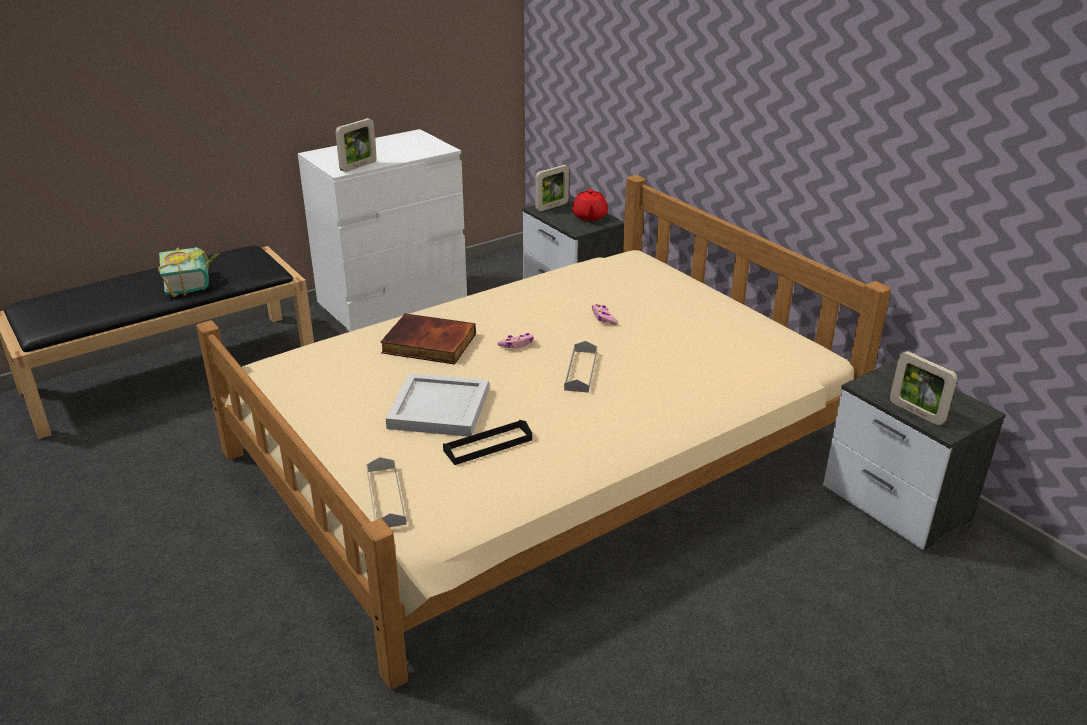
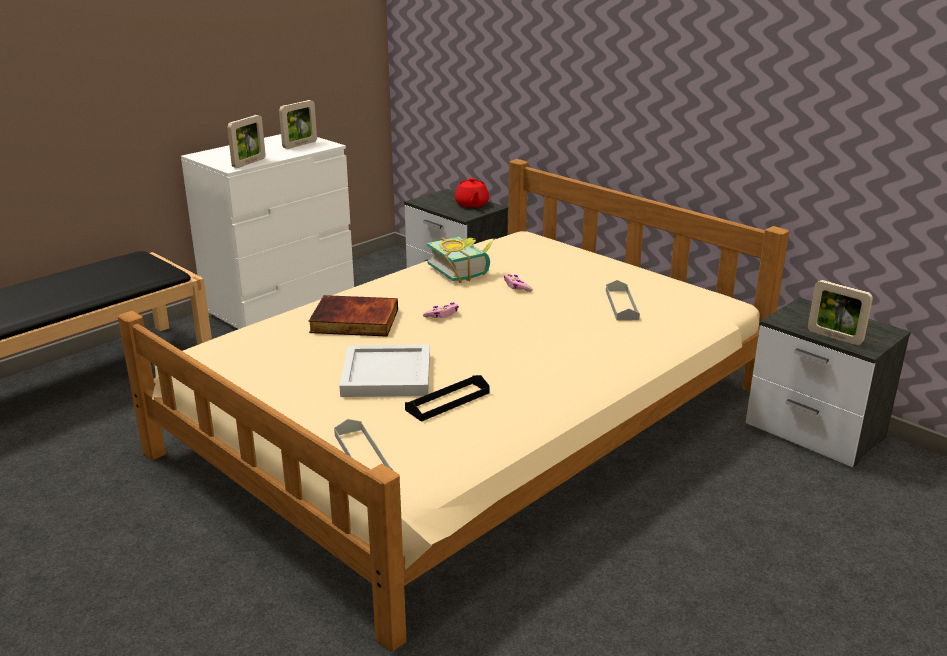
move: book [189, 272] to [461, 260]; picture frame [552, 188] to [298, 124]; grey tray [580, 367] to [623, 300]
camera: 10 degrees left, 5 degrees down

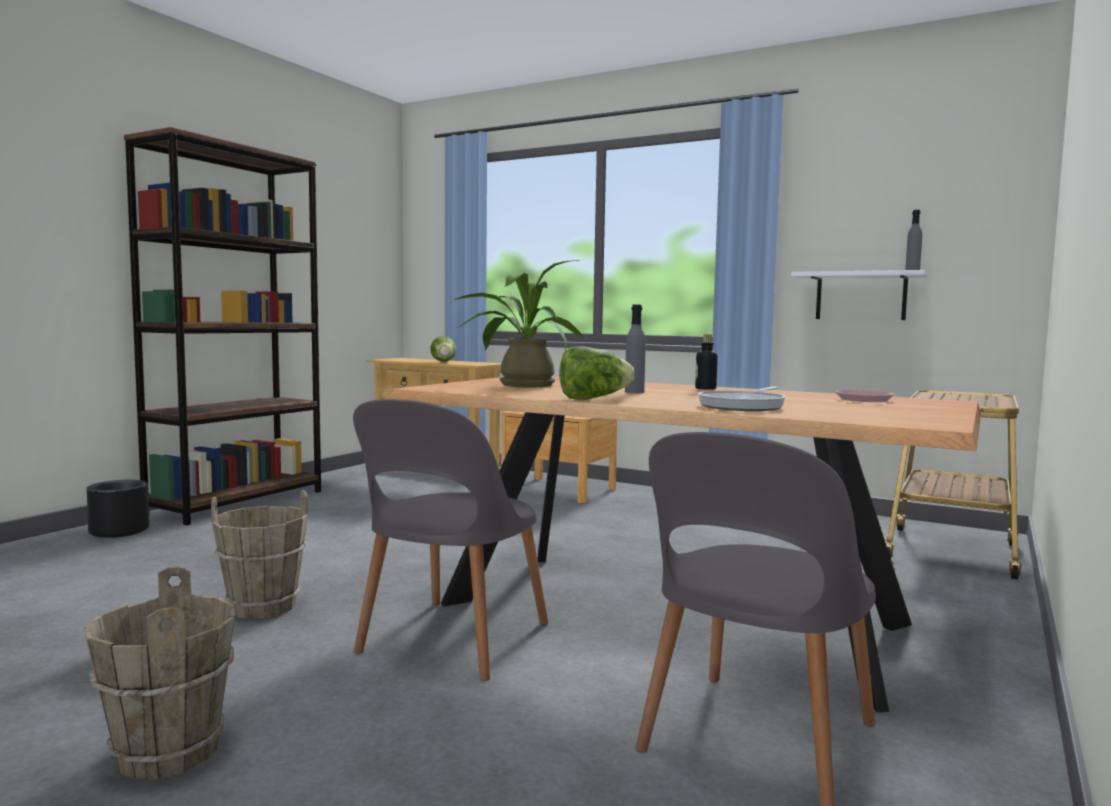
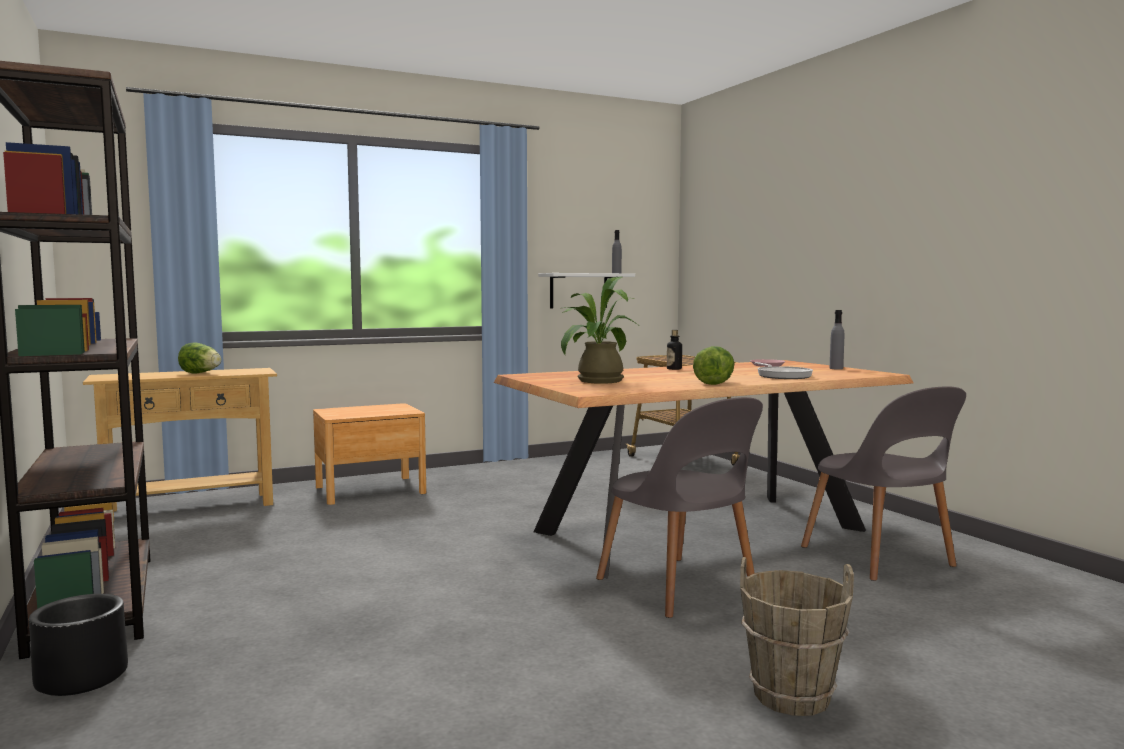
delete: brown bucket [259, 554]
move: grey bottle [635, 349] to [837, 340]
camera: 55 degrees left, 0 degrees up

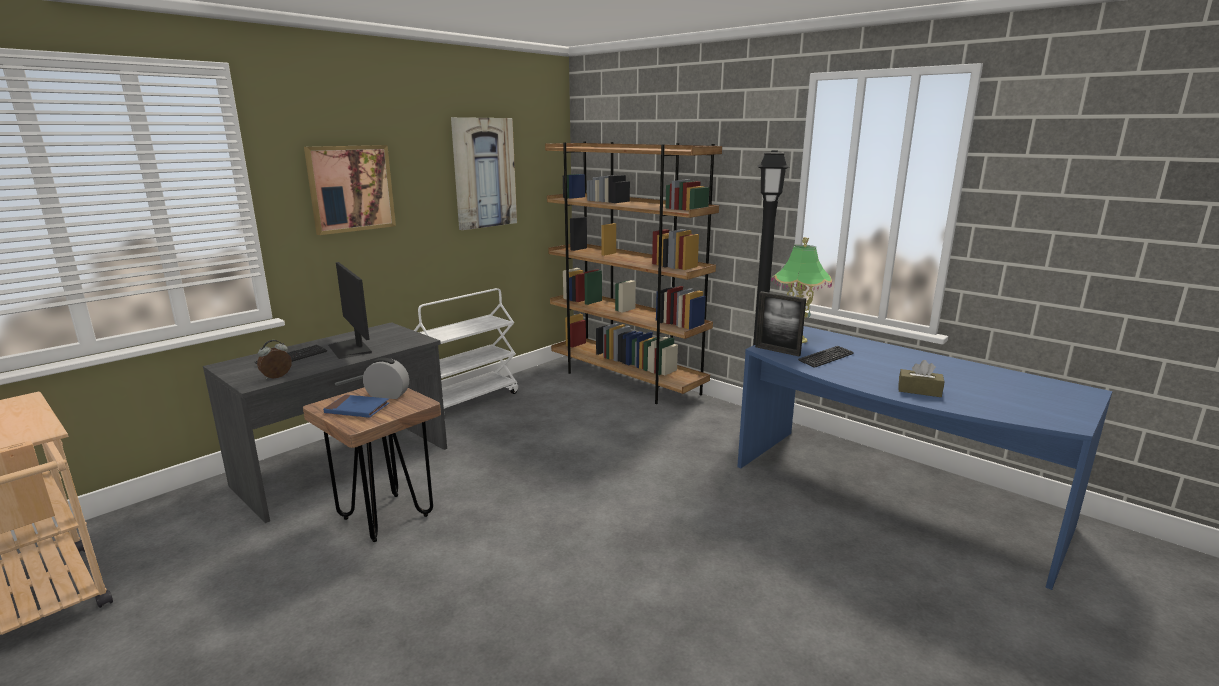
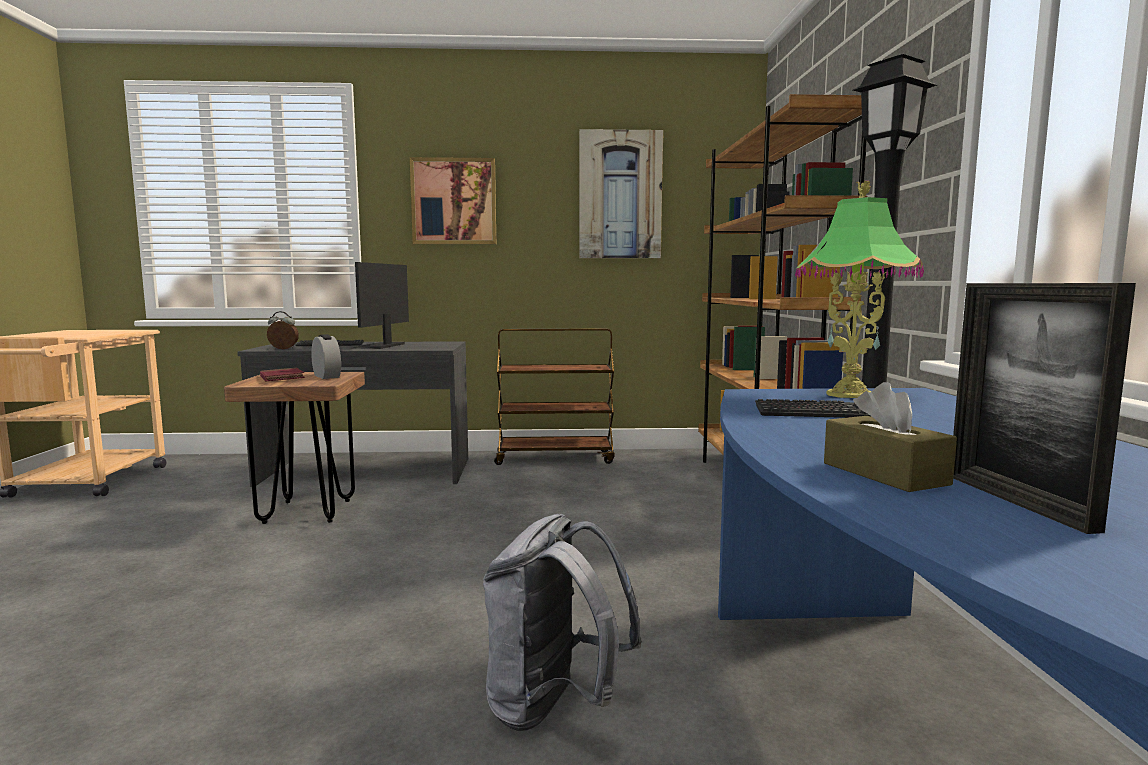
insert: grey backpack [562, 622]
move: picture frame [780, 323] to [1044, 408]
recolor: blue book [356, 406] to red book [282, 374]; white cart [466, 351] to brown cart [554, 397]
camera: 45 degrees right, 10 degrees down

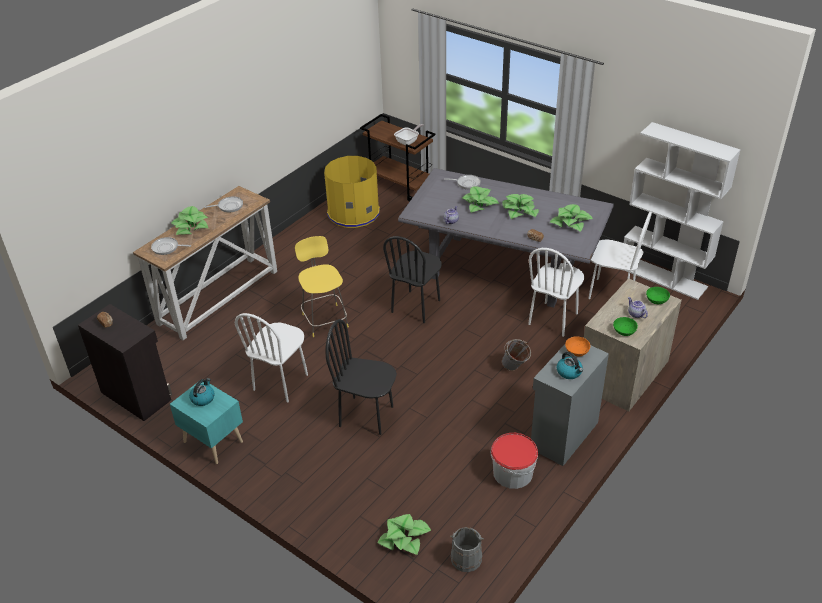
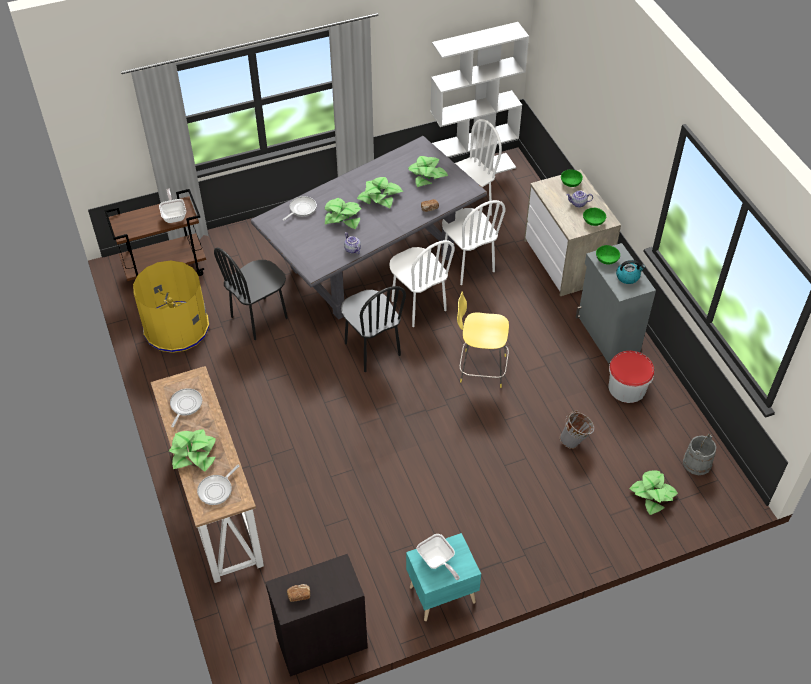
move: white chair [271, 358] to [422, 283]; yellow stool [322, 286] to [483, 339]; black chair [361, 377] to [251, 293]; grey bucket [516, 355] to [577, 429]
replace: kettle [202, 392] to frying pan [438, 557]
recolor: orange bowl [577, 346] to green bowl [608, 255]
camera: 60 degrees left, 10 degrees up

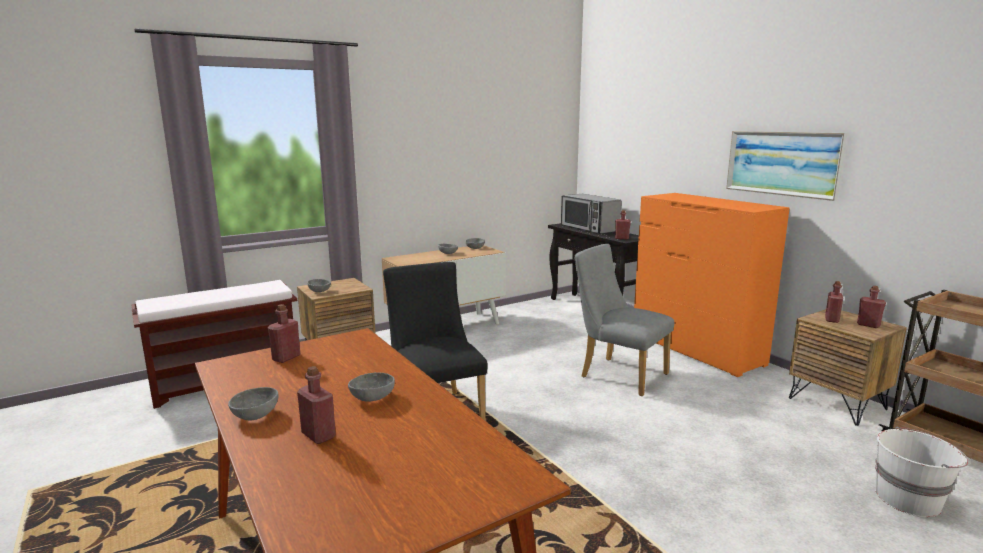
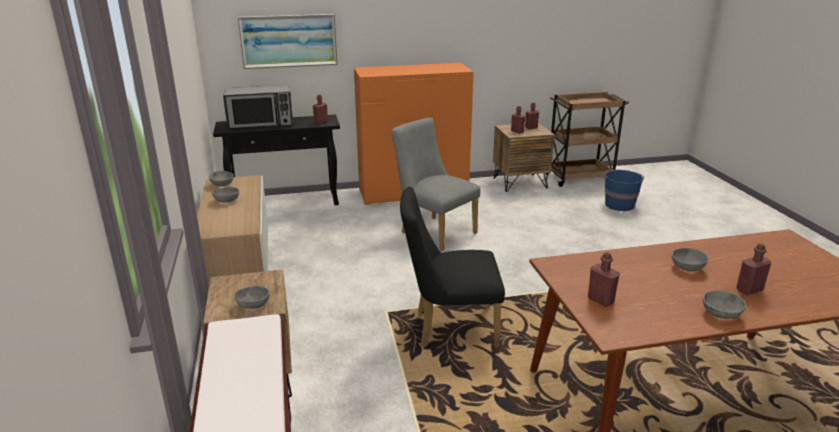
move: picture [786, 166] to [288, 41]
recolor: white bucket [922, 472] to blue bucket [624, 190]
rotate: grey chair [624, 320] = [436, 185] 75 degrees clockwise
camera: 70 degrees left, 10 degrees up

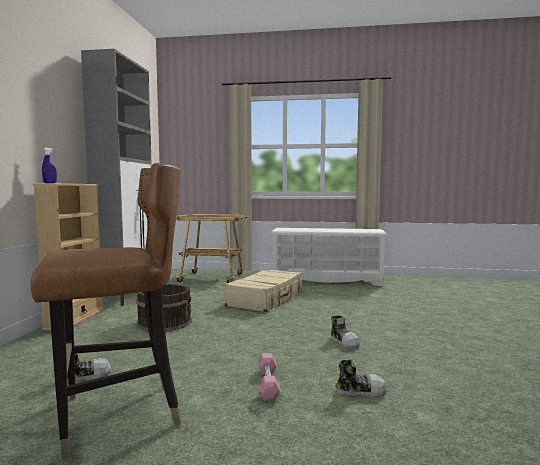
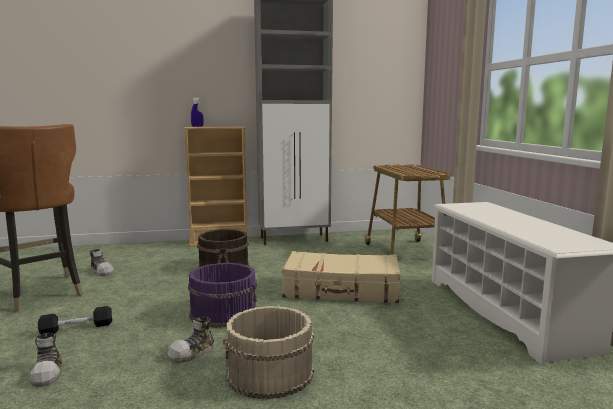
insert: purple bucket [222, 295]; beige bucket [268, 352]
recolor: pink dumbbell [269, 377] to black dumbbell [75, 320]
camera: 70 degrees right, 5 degrees up

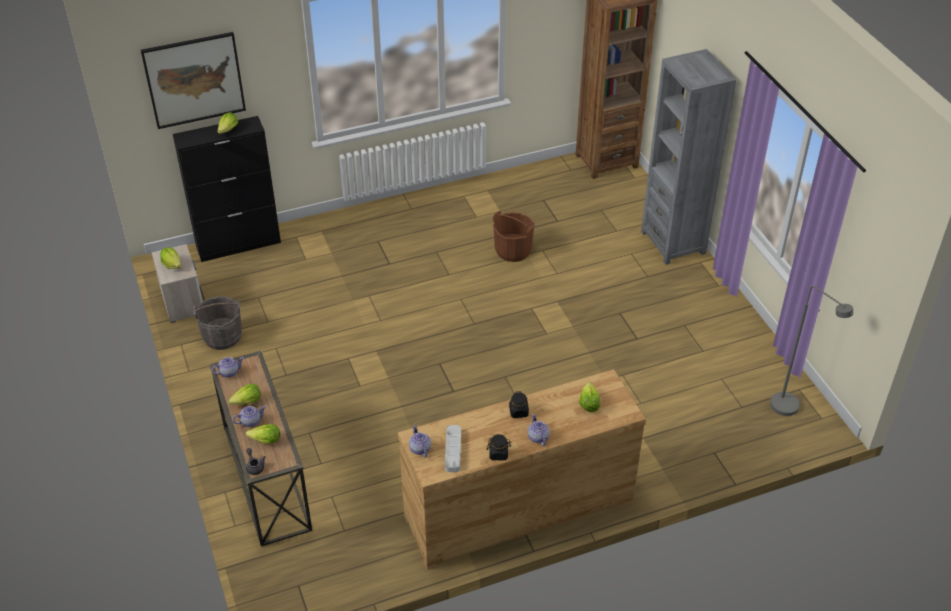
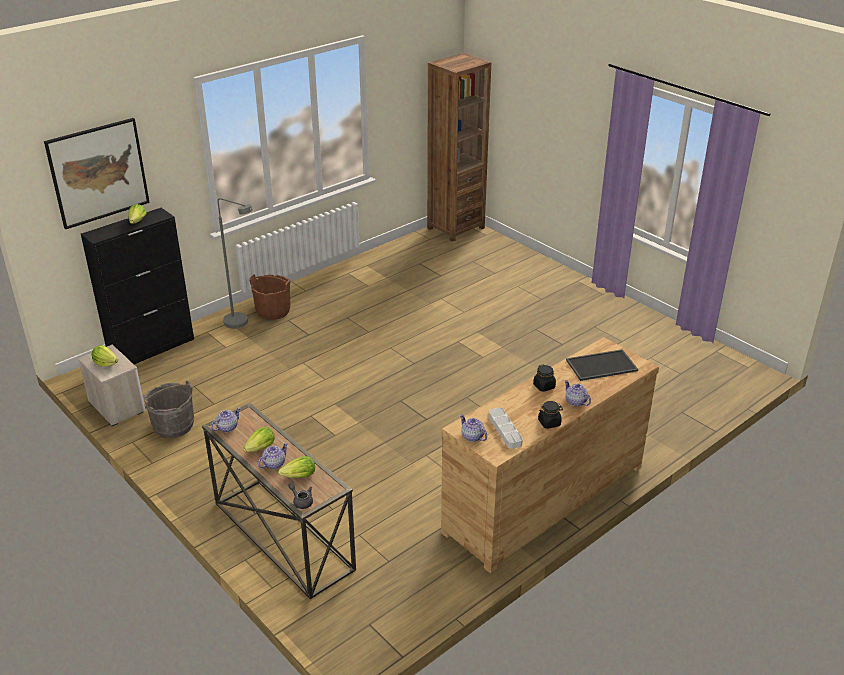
delete: grey bookcase [688, 157]
move: brown bucket [514, 236] to [270, 297]; grey floor lamp [811, 351] to [235, 263]
replace: lettuce [589, 397] to tray [602, 365]
camera: 20 degrees left, 10 degrees down

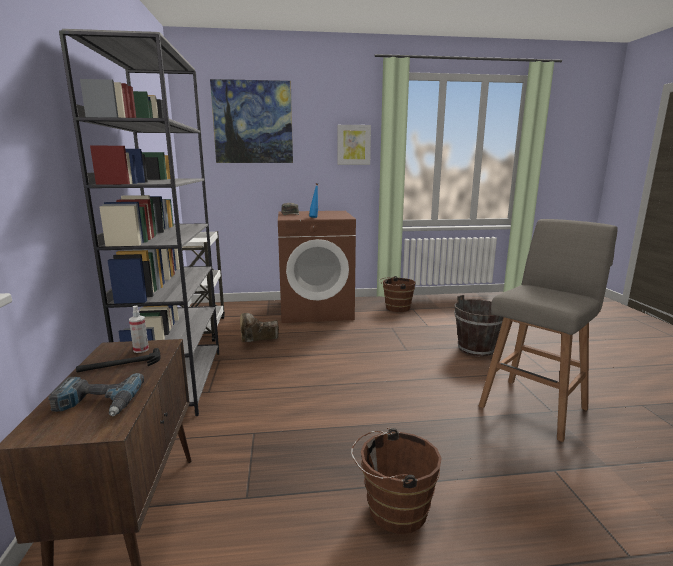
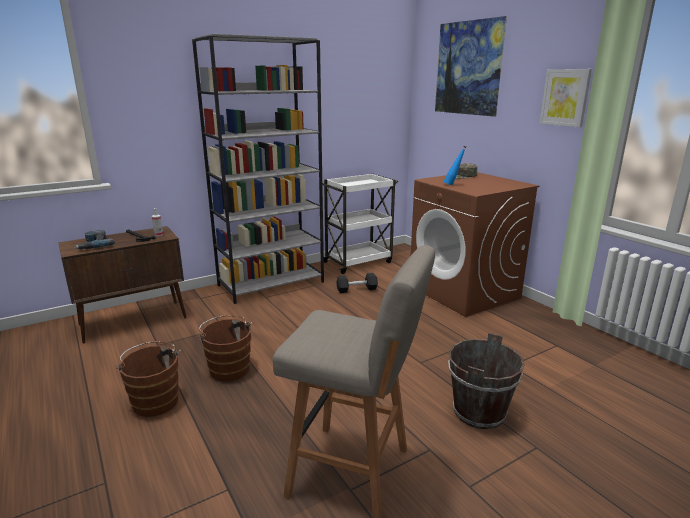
move: brown bucket [397, 294] to [225, 348]
replace: brown boot [259, 327] to black dumbbell [357, 283]
camera: 65 degrees right, 5 degrees up

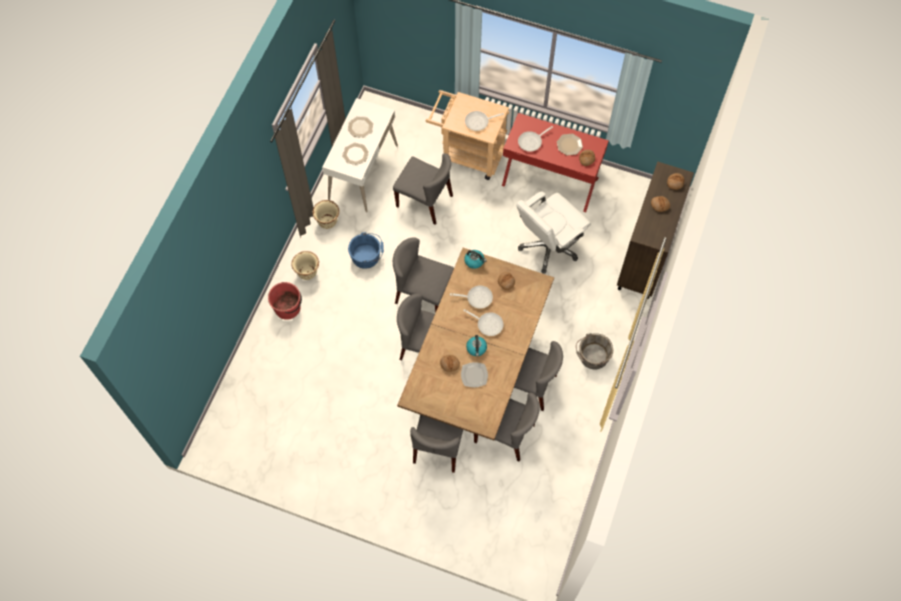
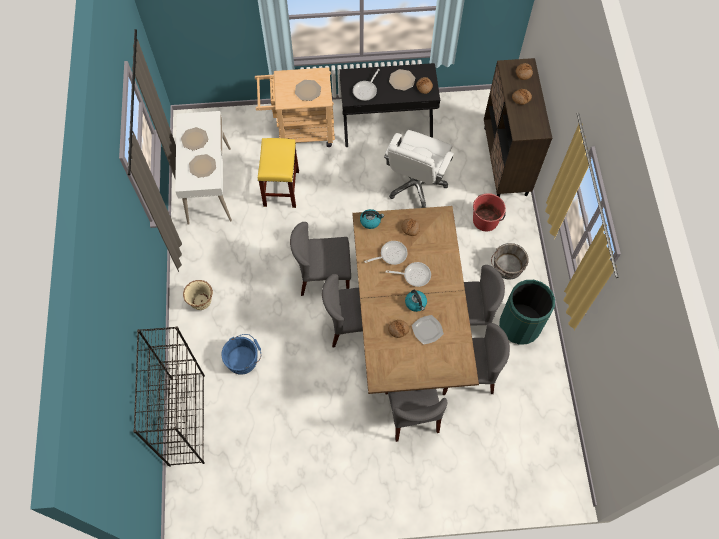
delete: beige planter [326, 214]
insert: black bookcase [169, 396]; green trash can [527, 312]
move: red bucket [285, 301] to [489, 212]; blue bucket [366, 250] to [241, 354]
replace: grey chair [423, 189] to yellow stool [278, 173]; frying pan [484, 121] to plate [308, 90]
recolor: red desk [555, 162] to black desk [390, 105]
camera: 25 degrees left, 0 degrees up

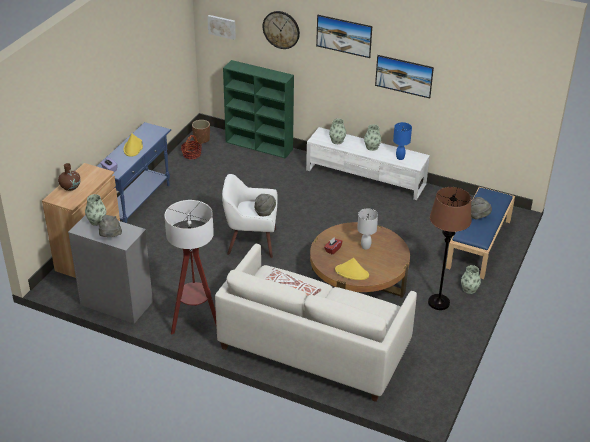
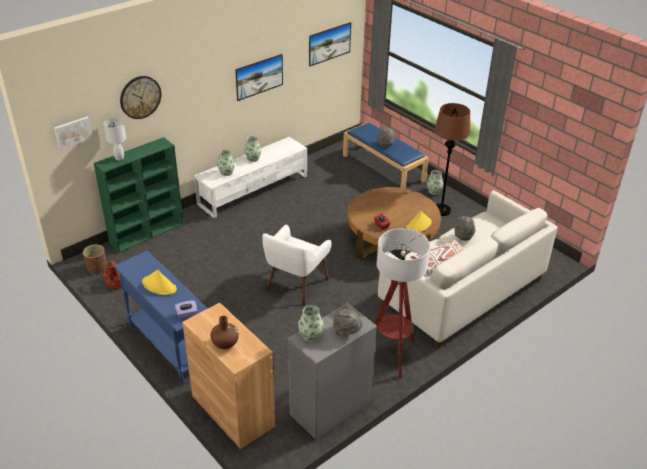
delete: blue table lamp [402, 141]
move: grey hat [265, 205] to [465, 228]; picture [344, 36] to [330, 44]; white table lamp [367, 229] to [114, 139]
camera: 65 degrees left, 0 degrees up

